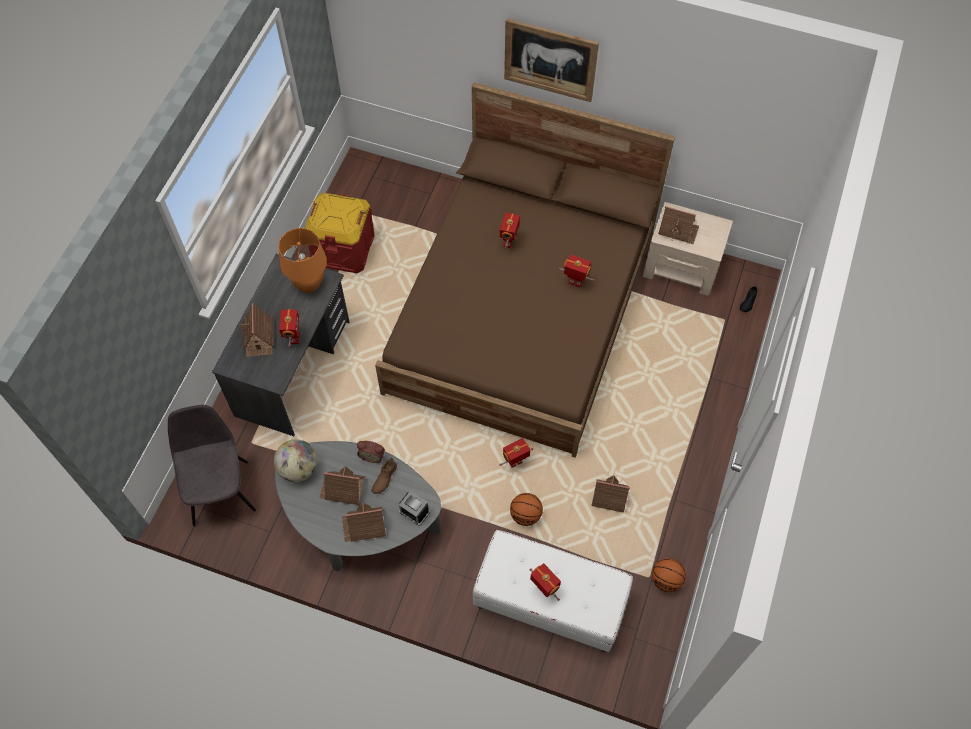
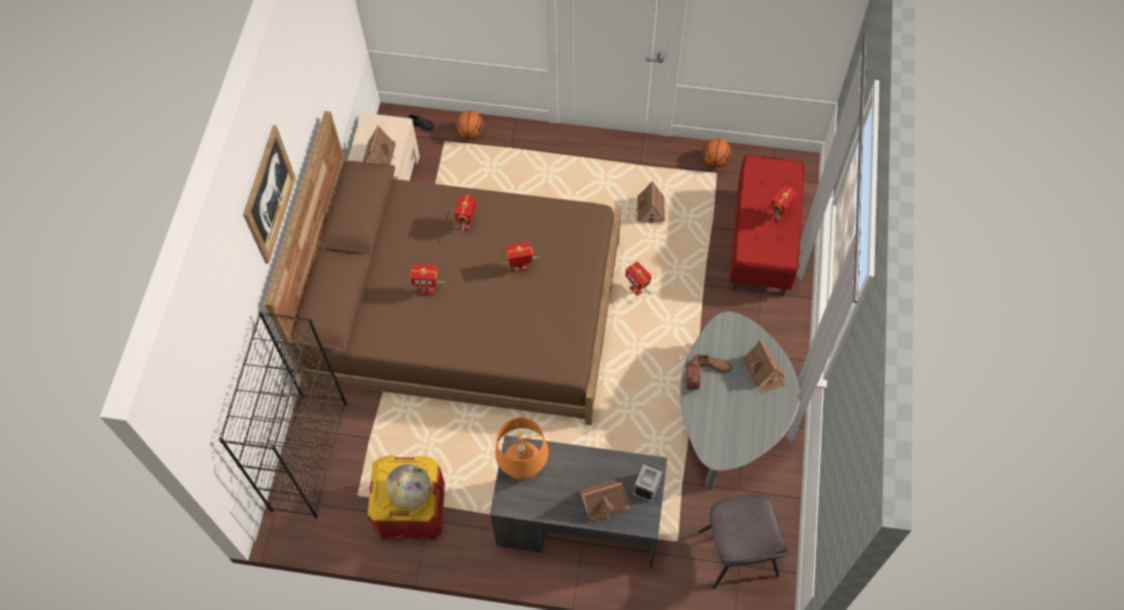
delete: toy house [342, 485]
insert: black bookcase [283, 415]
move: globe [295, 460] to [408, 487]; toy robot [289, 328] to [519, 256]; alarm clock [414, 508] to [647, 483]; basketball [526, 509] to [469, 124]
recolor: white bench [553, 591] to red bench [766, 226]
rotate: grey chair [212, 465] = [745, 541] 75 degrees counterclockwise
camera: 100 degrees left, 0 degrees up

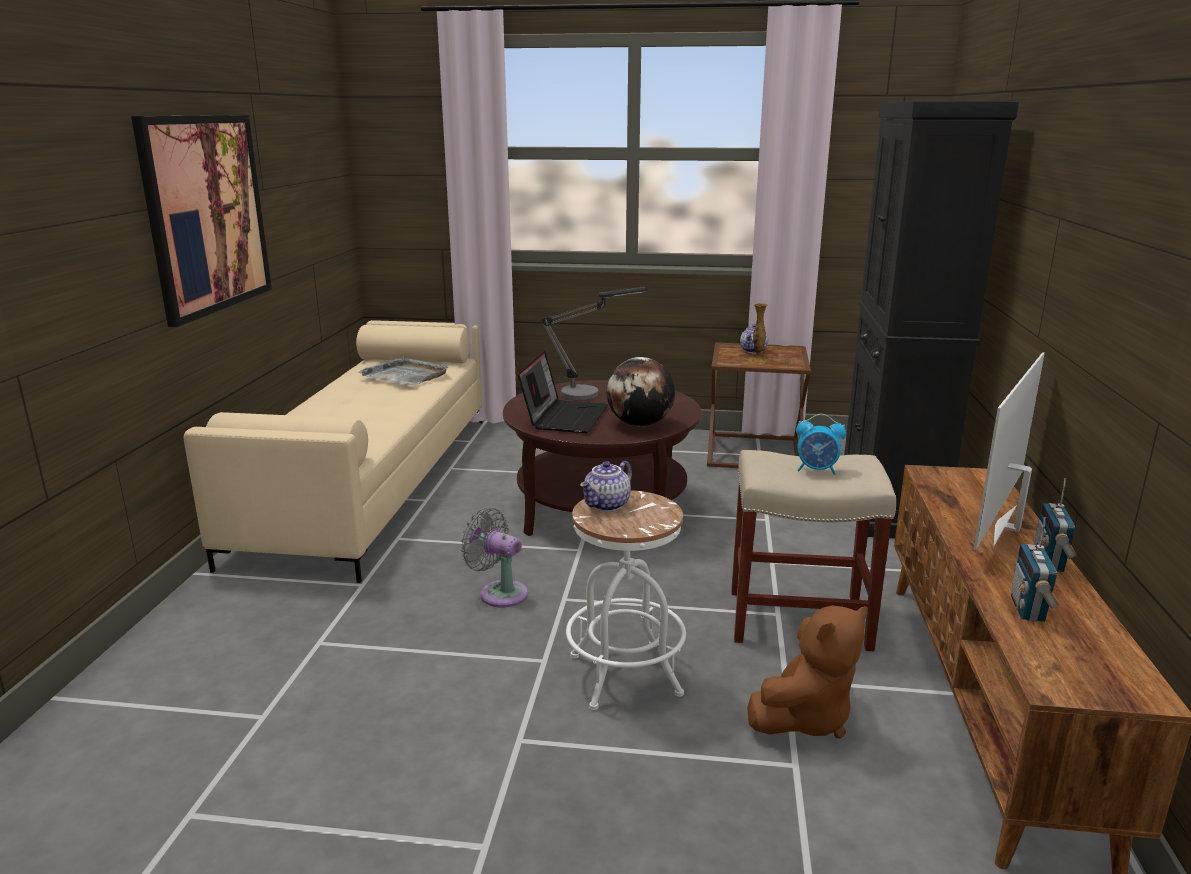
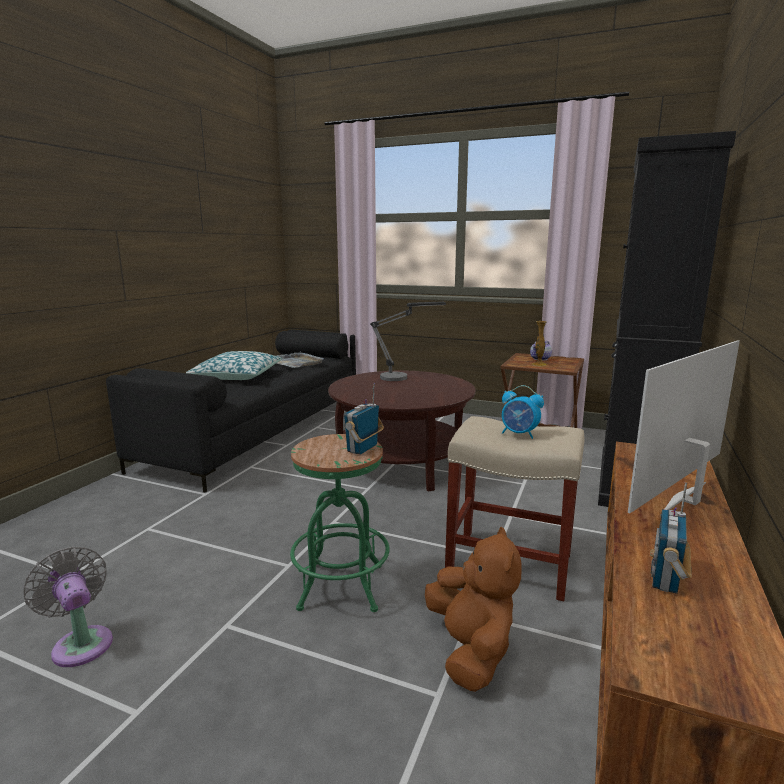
delete: picture [201, 221]; laptop [563, 392]; teapot [606, 486]; globe [640, 392]
insert: pillow [234, 365]
move: grey fan [494, 558] to [68, 606]; radio [1055, 525] to [364, 419]
recolor: beige sofa [333, 451] to black sofa [231, 411]; white stool [626, 600] to green stool [340, 523]
rotate: brown plush toy [807, 671] = [473, 609] 75 degrees counterclockwise
camera: 15 degrees right, 5 degrees down

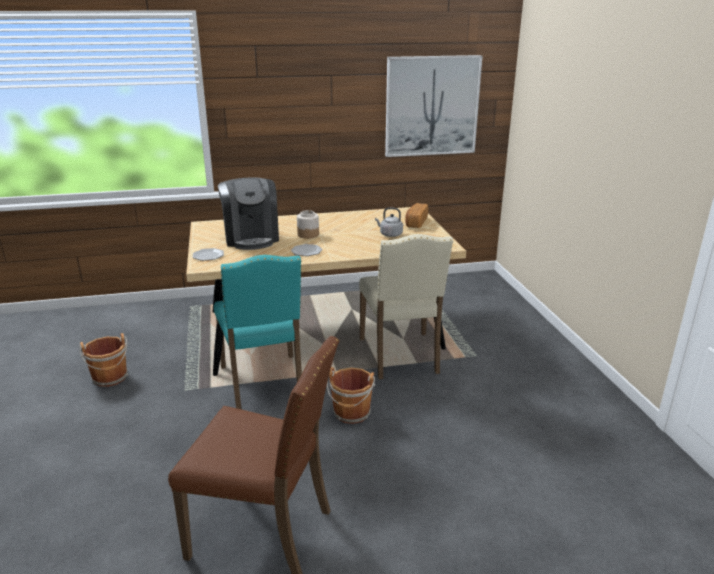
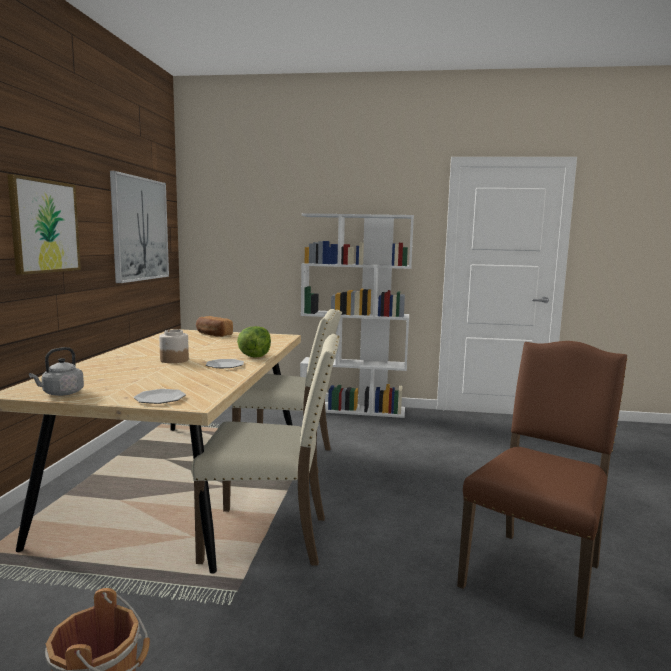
delete: coffee machine [248, 213]; brown bucket [351, 395]
insert: picture [44, 224]; lettuce [254, 342]; white bookcase [357, 315]
move: grey kettle [389, 222] to [56, 371]
recolor: turquoise chair [258, 332] to beige chair [265, 450]
camera: 70 degrees left, 15 degrees down

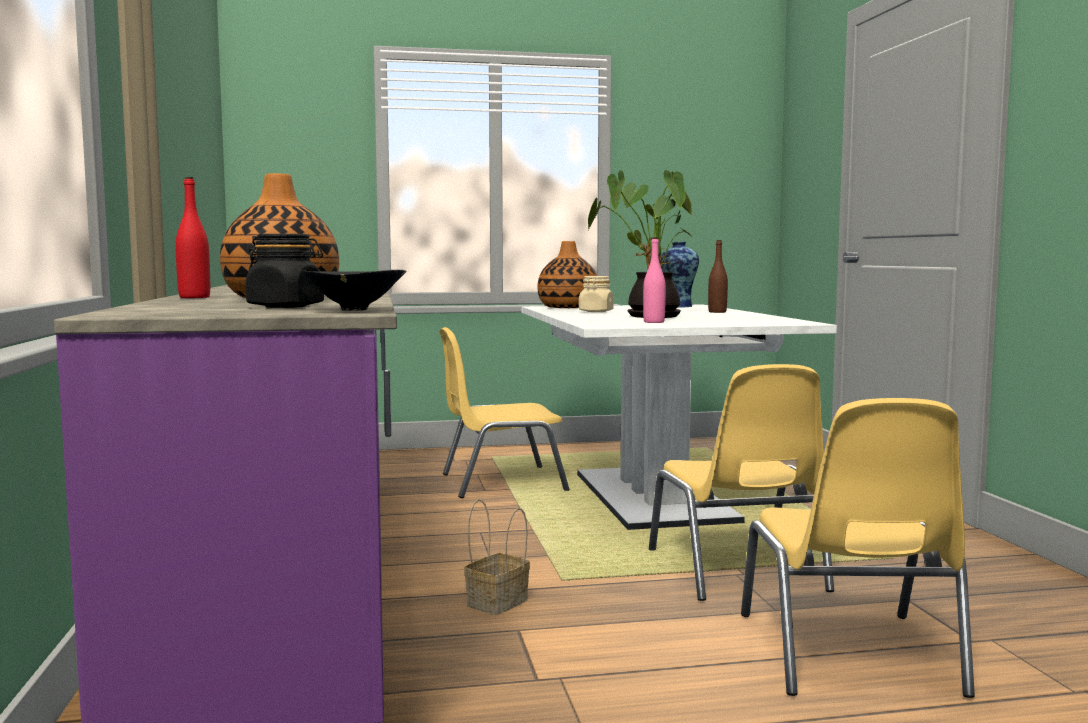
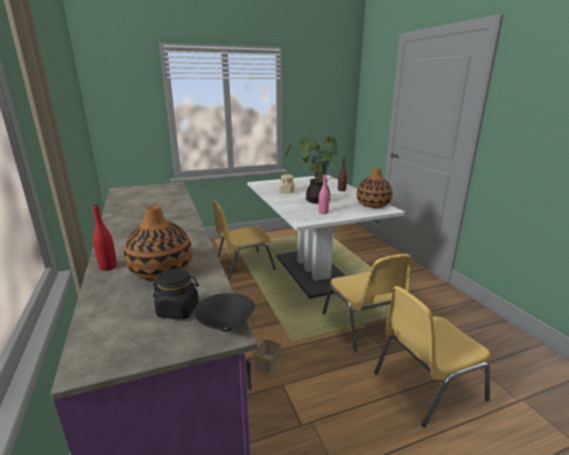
move: vase [567, 274] to [375, 188]
rotate: yellow chair [858, 548] = [432, 356] 75 degrees clockwise
camera: 10 degrees left, 15 degrees up

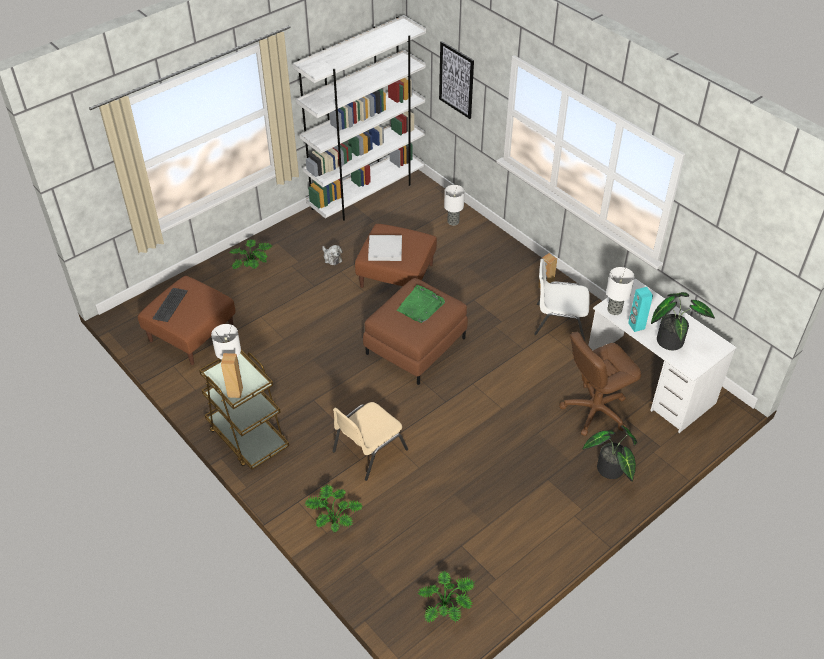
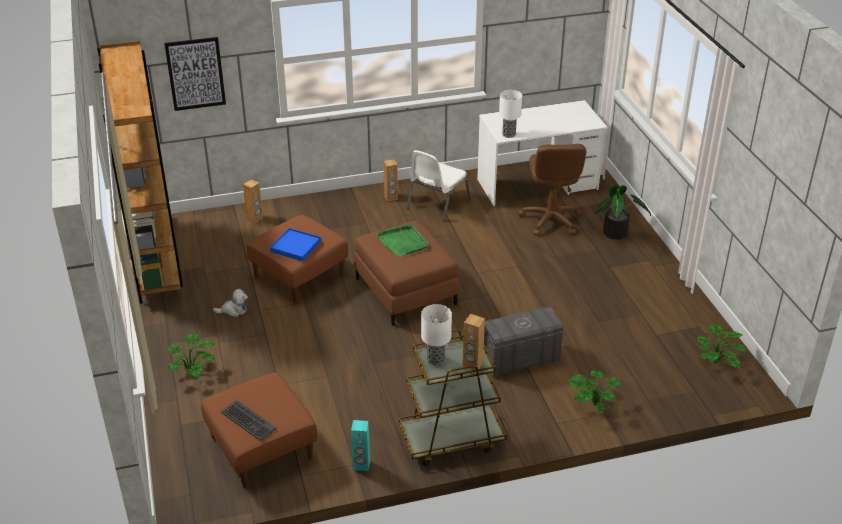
delete: potted plant [683, 321]
move: turquoise speaker [640, 309] to [360, 445]
replace: beige chair [370, 441] to grey storage box [524, 341]; table lamp [454, 205] to brown speaker [253, 201]
recolor: white bookcase [359, 118] to brown bookcase [140, 172]; white tray [385, 248] to blue tray [295, 244]
camera: 65 degrees left, 10 degrees down

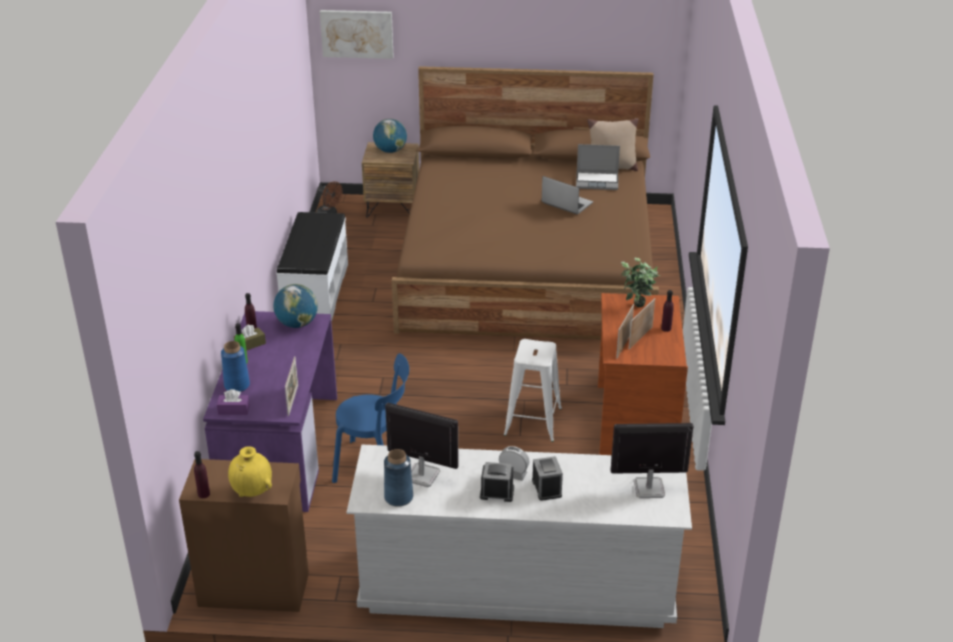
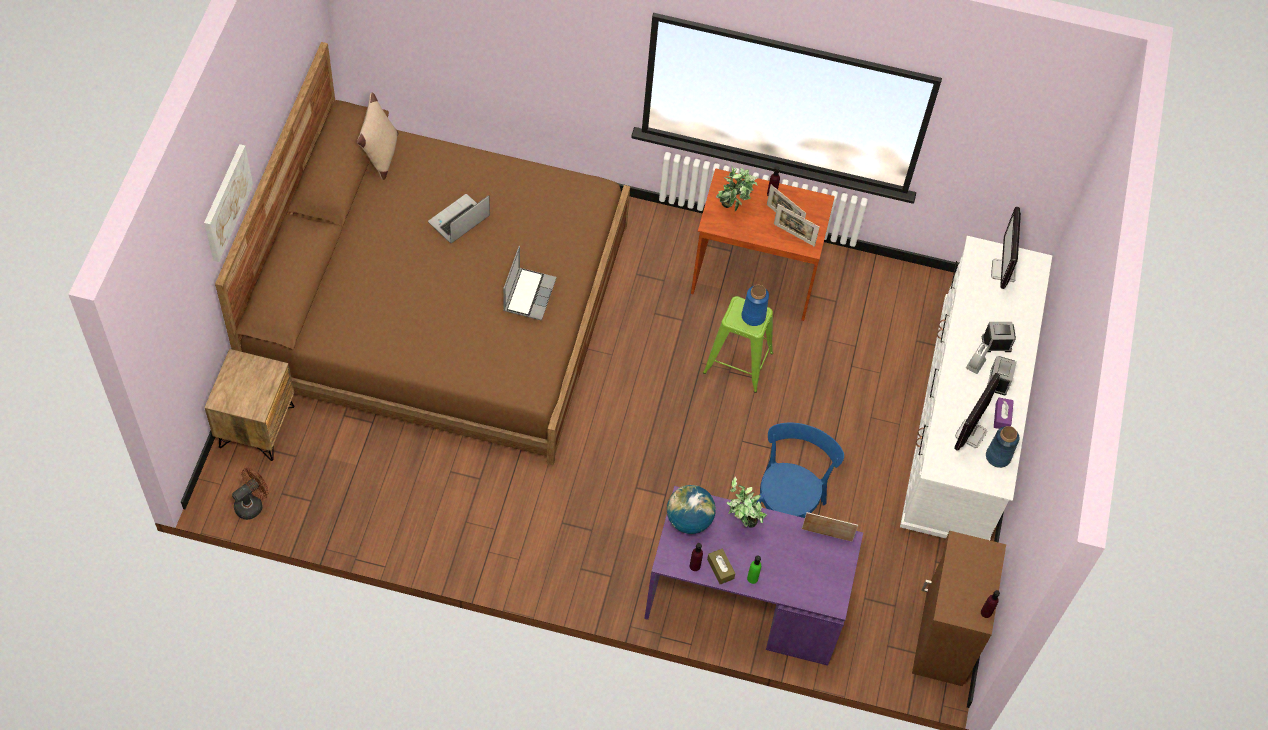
delete: yellow vase [250, 471]; white bench [312, 267]; globe [390, 136]
insert: potted plant [747, 502]
move: purple tissue box [233, 402] to [1004, 413]; blue vase [235, 366] to [755, 305]; picture [357, 34] to [228, 203]; laptop [598, 167] to [530, 283]
recolor: white stool [533, 390] to green stool [738, 344]
camera: 85 degrees left, 25 degrees up

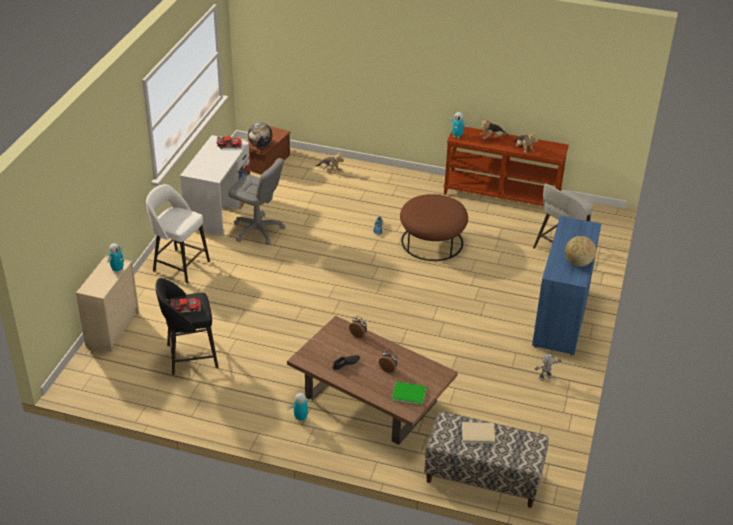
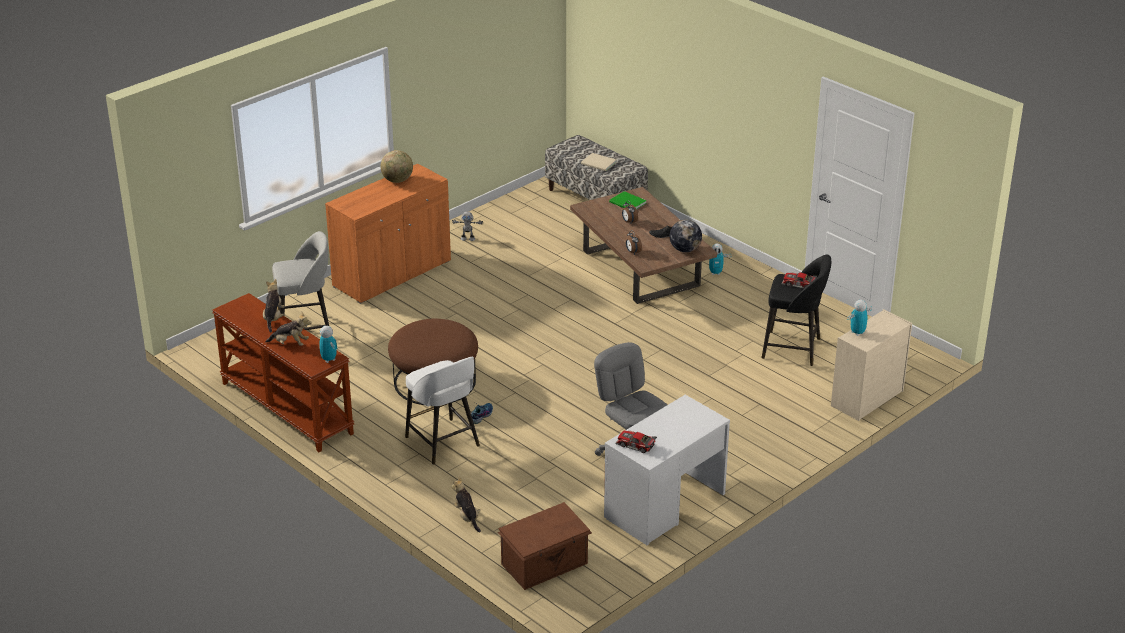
move: white stool [178, 233] to [442, 410]; globe [260, 135] to [686, 236]
recolor: blue cabinet [566, 286] to orange cabinet [388, 234]
camera: 150 degrees left, 5 degrees down

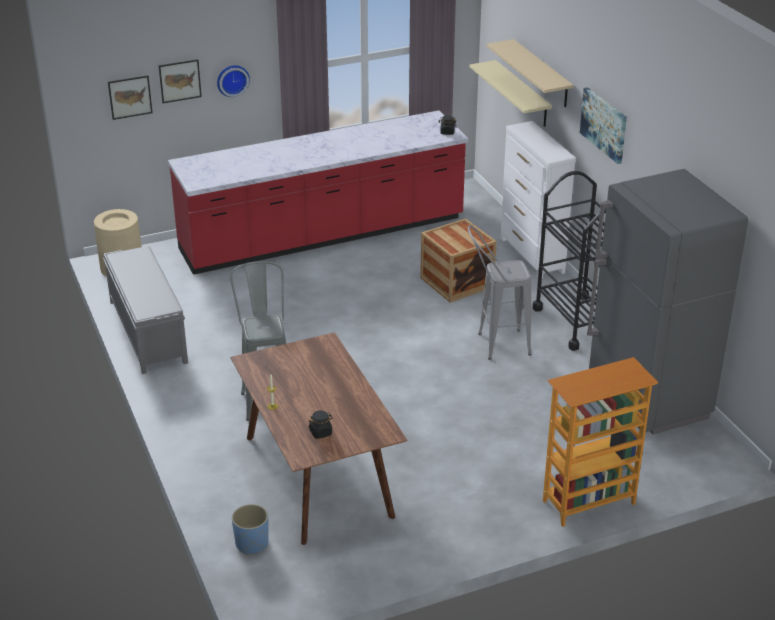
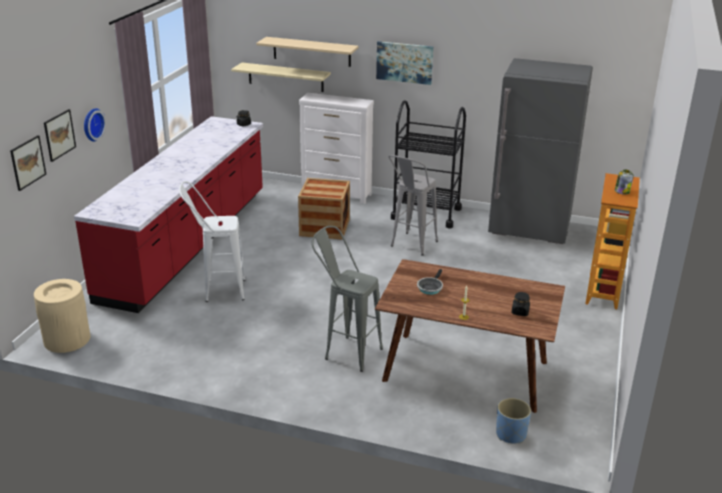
delete: grey bench [145, 310]
insert: white stool [212, 241]; frying pan [430, 282]; jar [624, 182]
camera: 50 degrees left, 5 degrees down

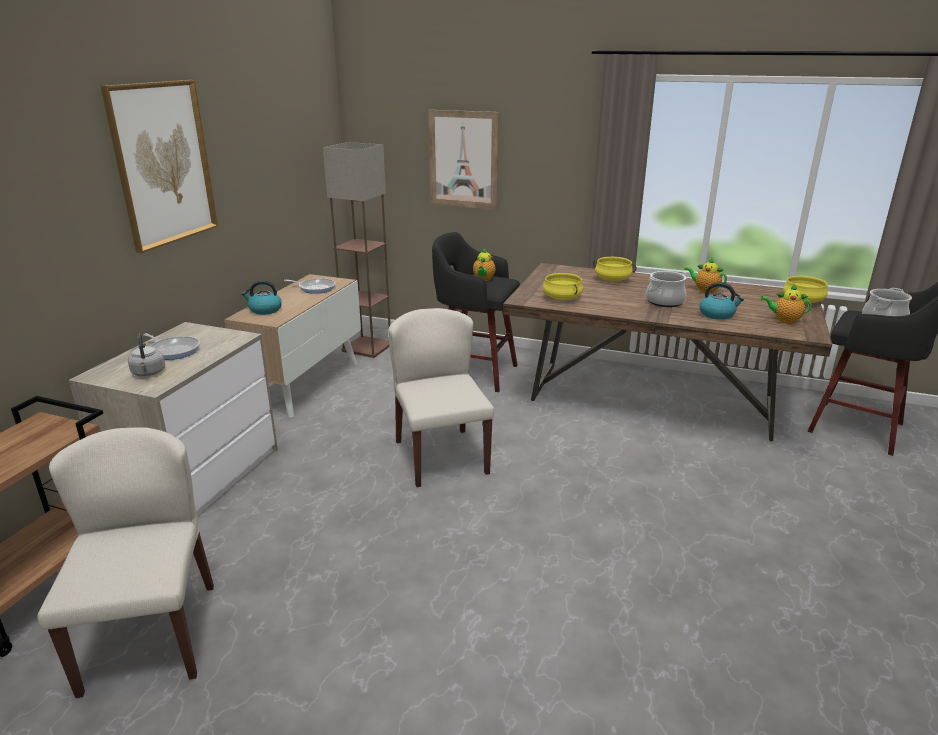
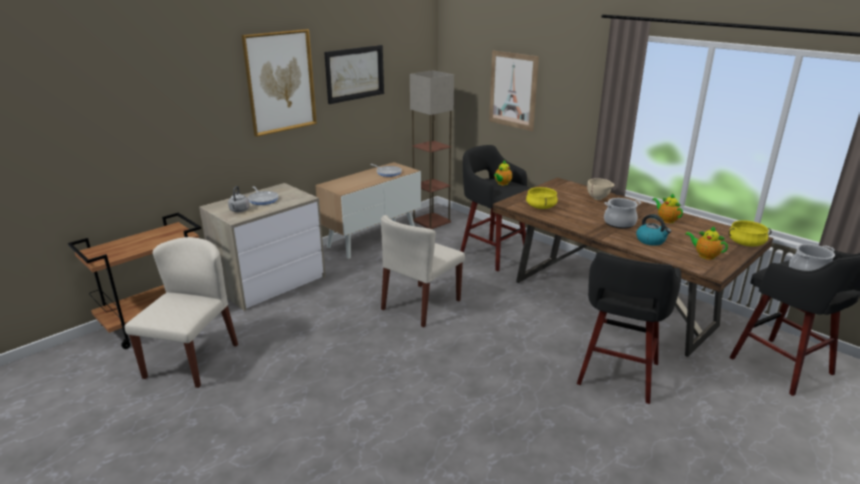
delete: kettle [262, 297]
insert: picture [354, 74]; black stool [629, 328]
replace: yellow cooking pot [615, 269] to beige bowl [601, 189]
rotate: beige chair [441, 397] = [423, 271] 150 degrees counterclockwise
camera: 25 degrees right, 0 degrees up

